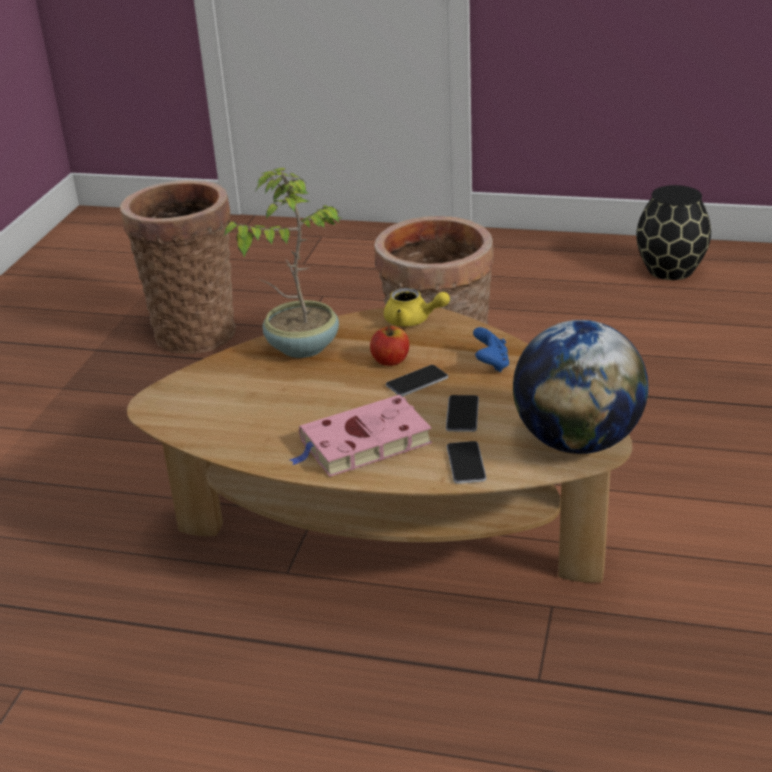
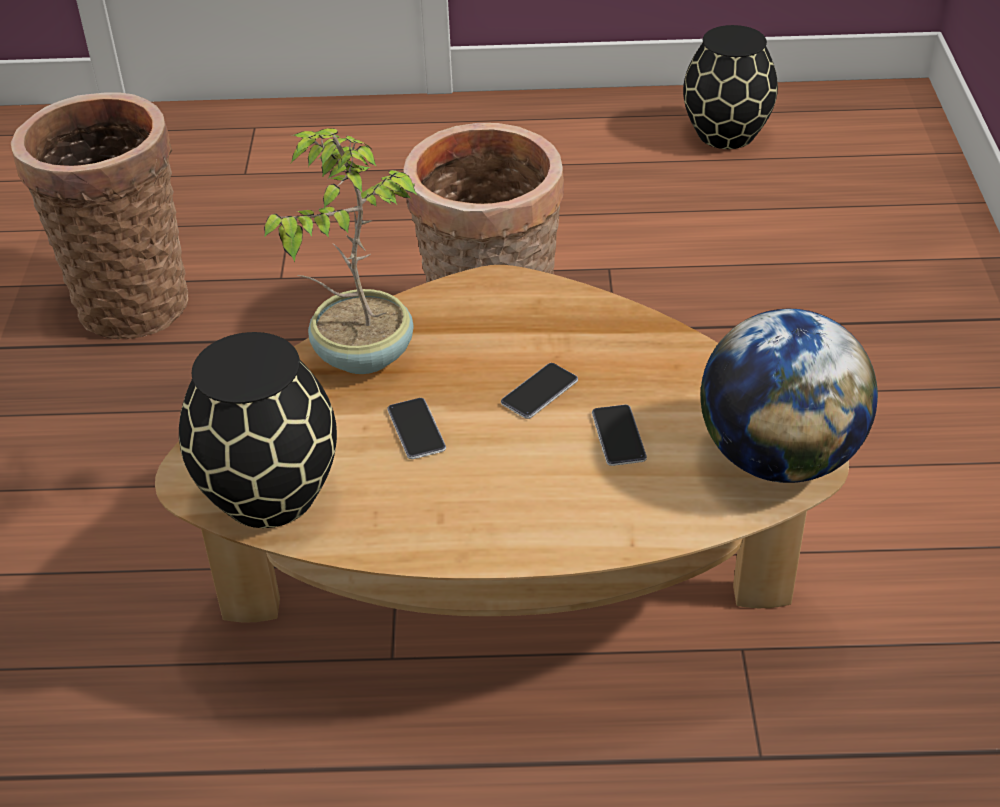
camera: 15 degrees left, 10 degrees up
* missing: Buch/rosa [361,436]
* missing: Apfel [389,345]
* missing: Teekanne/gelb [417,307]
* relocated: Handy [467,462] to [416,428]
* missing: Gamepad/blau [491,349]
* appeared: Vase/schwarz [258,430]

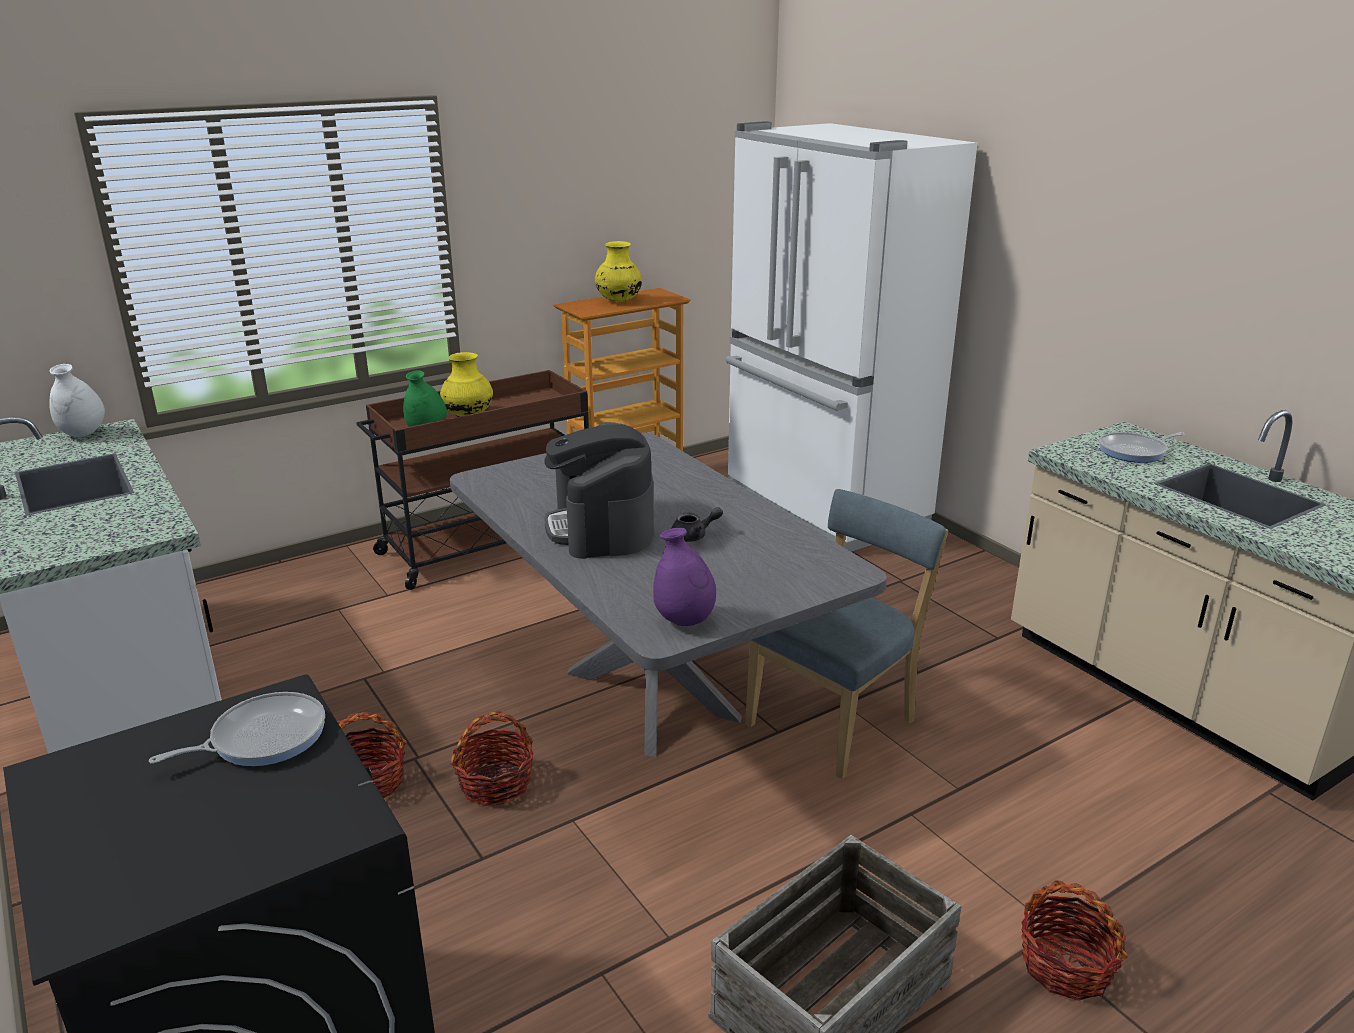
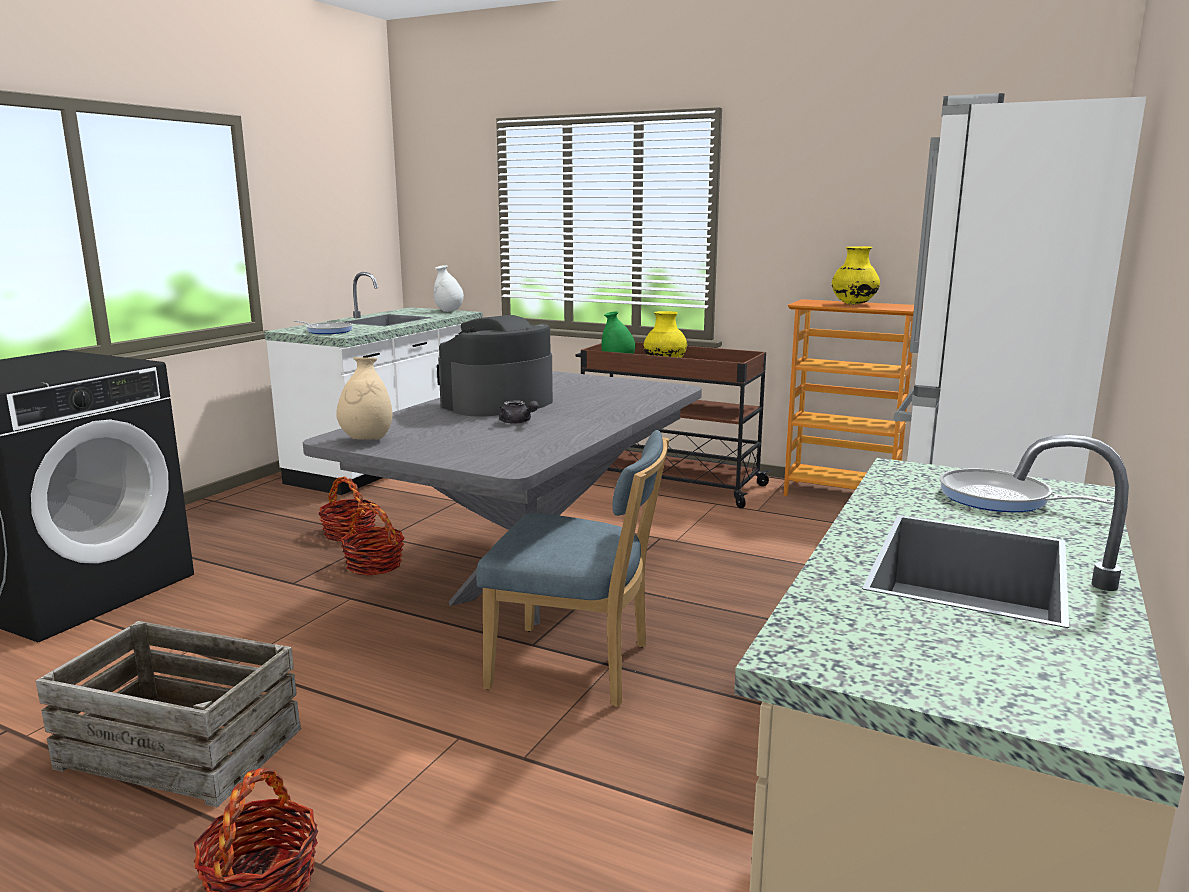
camera: 60 degrees right, 10 degrees down
* relocated: Pfanne [237,729] to [323,327]
* colour: Vase/lila [684,577] to Vase/beige [364,398]

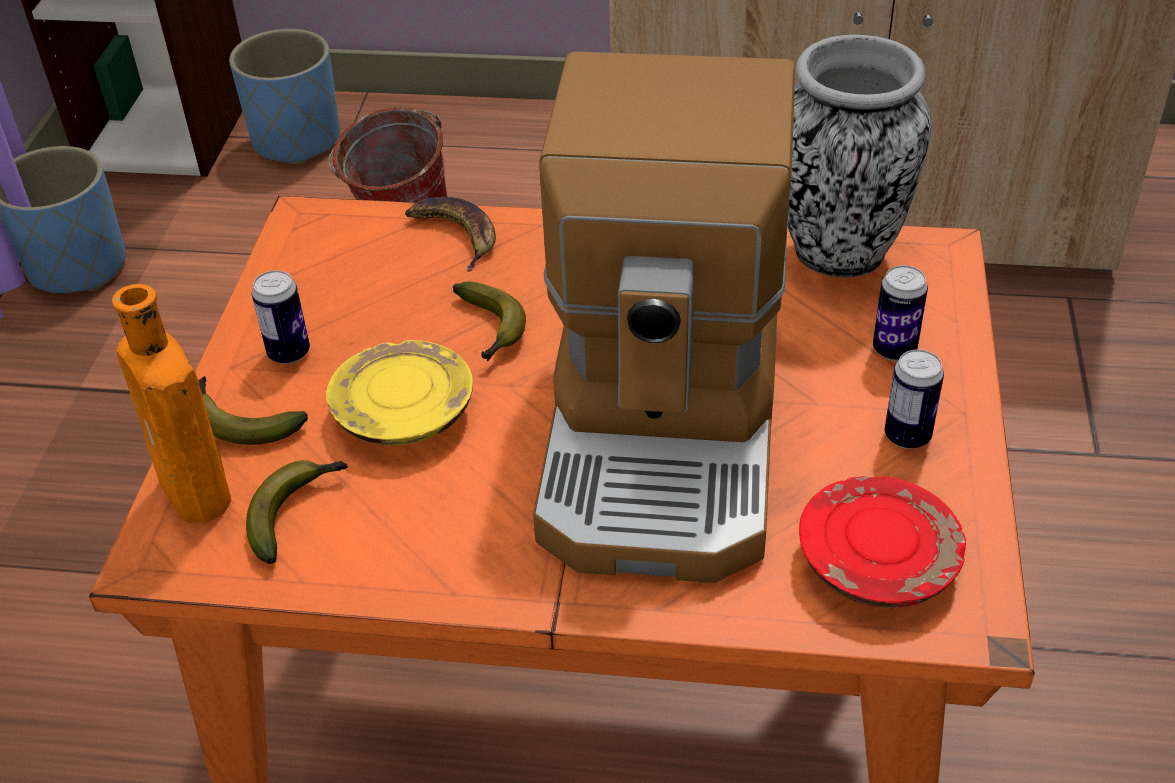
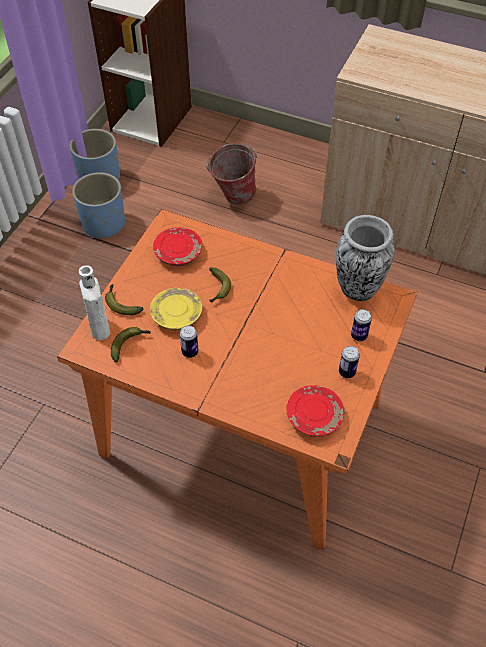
camera: 15 degrees right, 10 degrees up
* colour: Flasche/orange [171,403] to Flasche/weiß [94,302]
* relocated: Pflanzkübel/blau [284,96] to [98,205]
* relocated: Dose [281,317] to [189,341]
* missing: Banane [450,234]
* missing: Kaffeemaschine [664,317]
* appeared: Teller/rot [177,246]

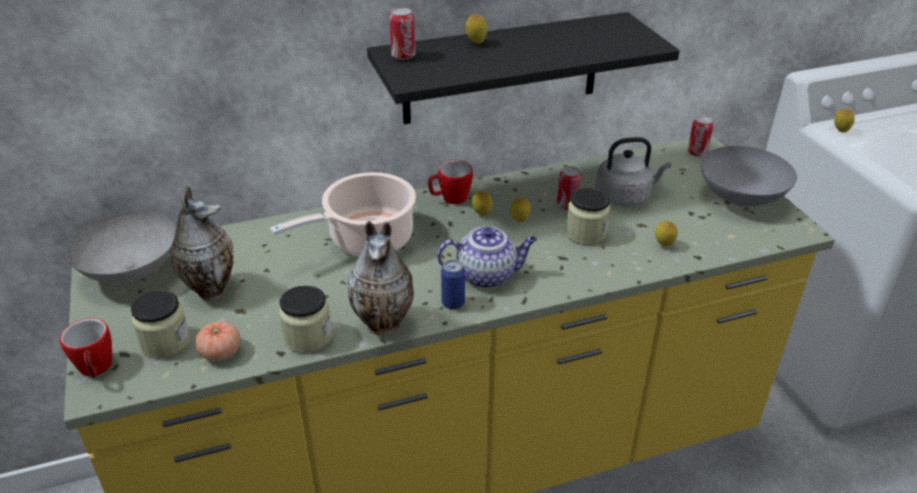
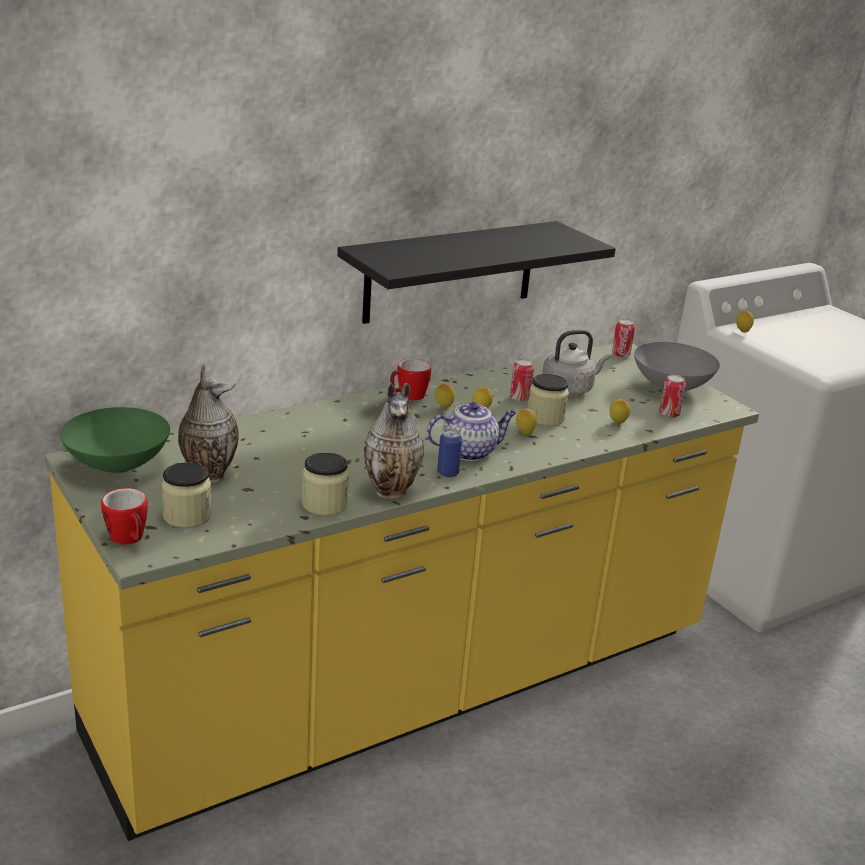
camera: 15 degrees left, 10 degrees down
* colour: Schüssel/grau [121,247] to Schüssel/grün [115,440]
* missing: Tomate [218,341]
* missing: Kochtopf [343,214]
* relocated: Dose [402,34] to [672,396]
* relocated: Zitrone [476,29] to [526,422]

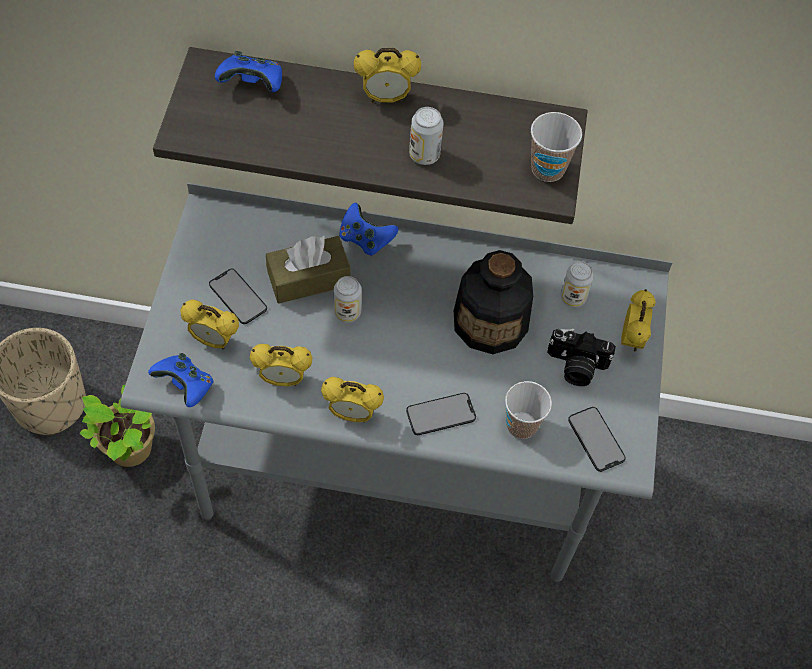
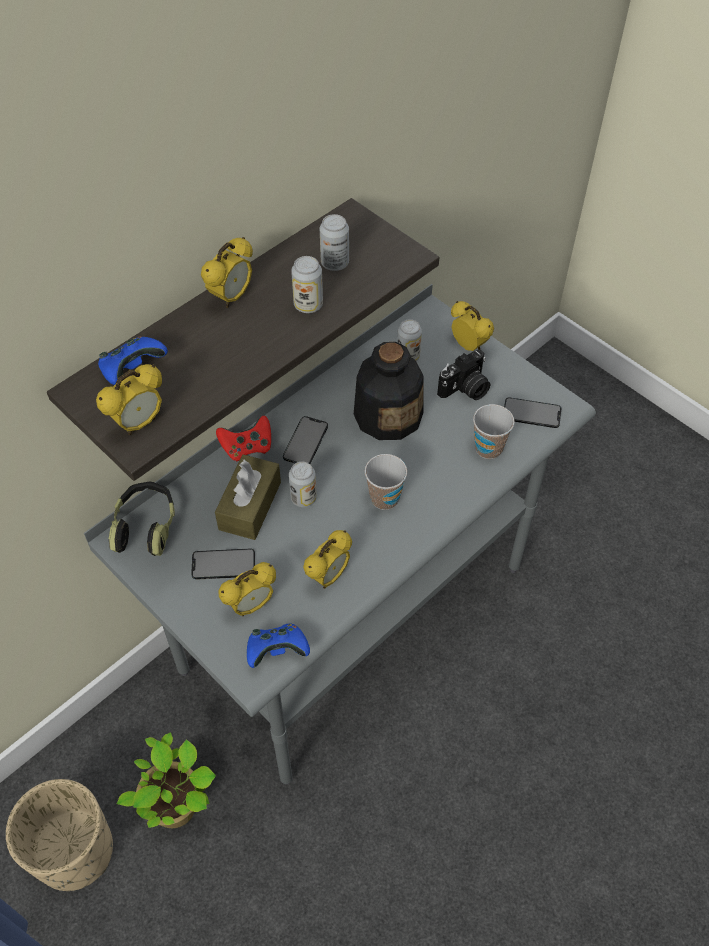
camera: 50 degrees left, 5 degrees down
* relocated: Wecker [352,399] to [129,399]
* colour: Gamepad/blau [368,229] to Gamepad/rot [243,438]
* relocated: Handy [441,414] to [305,440]
* relocated: Tasse [556,147] to [386,482]
* appeared: Kopfhörer [142,519]
* appeared: Dose [334,242]

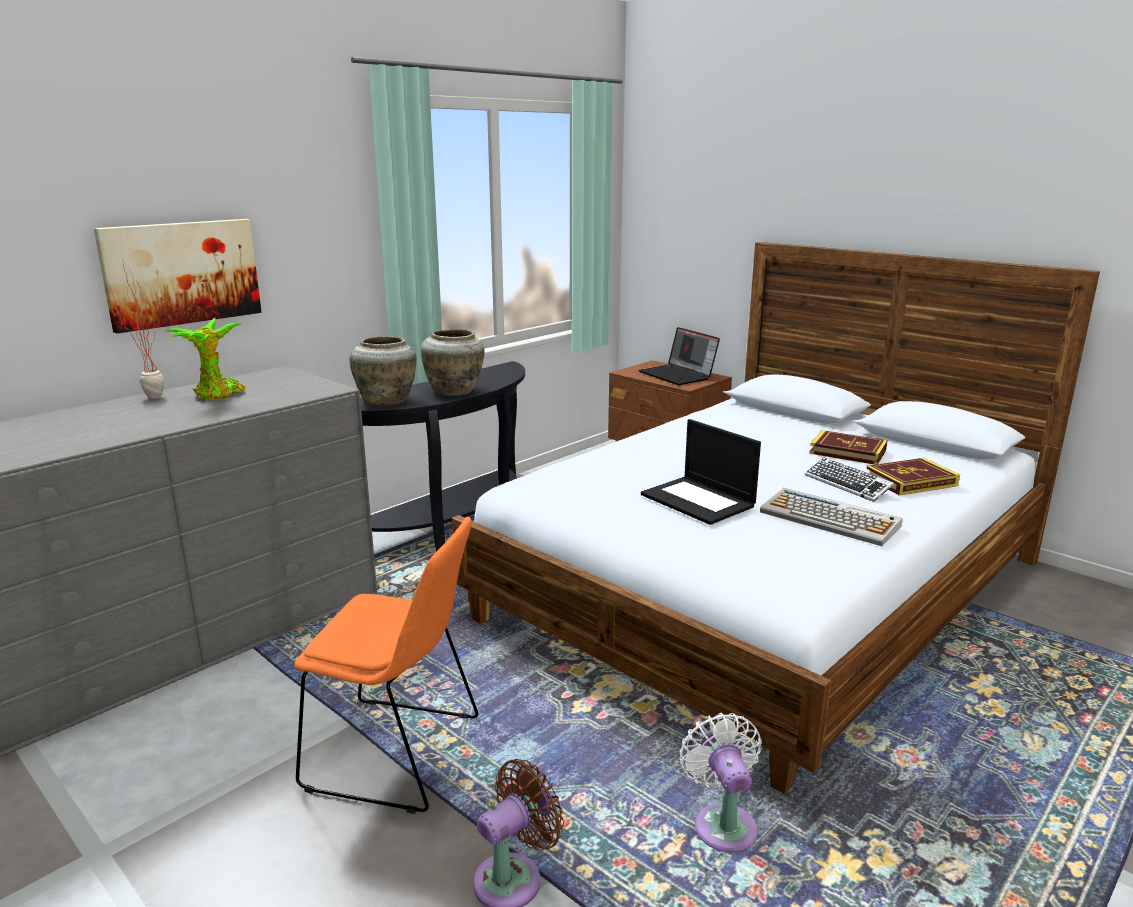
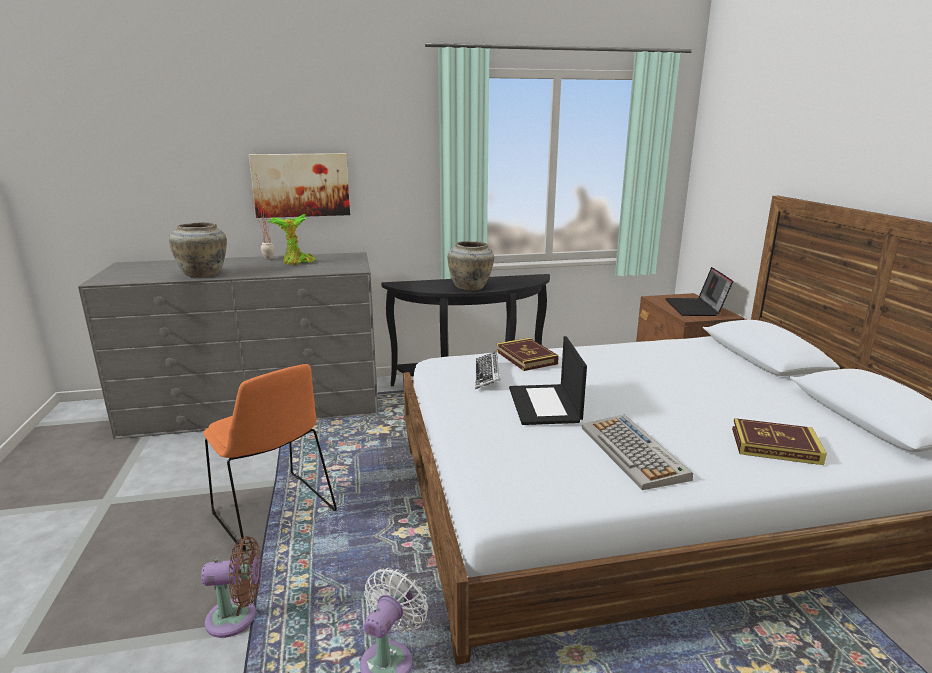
camera: 35 degrees right, 0 degrees up
* relocated: Vase/beige [383,371] to [198,250]
* relocated: Tastatur [849,480] to [487,370]
* relocated: Buch [848,447] to [527,354]

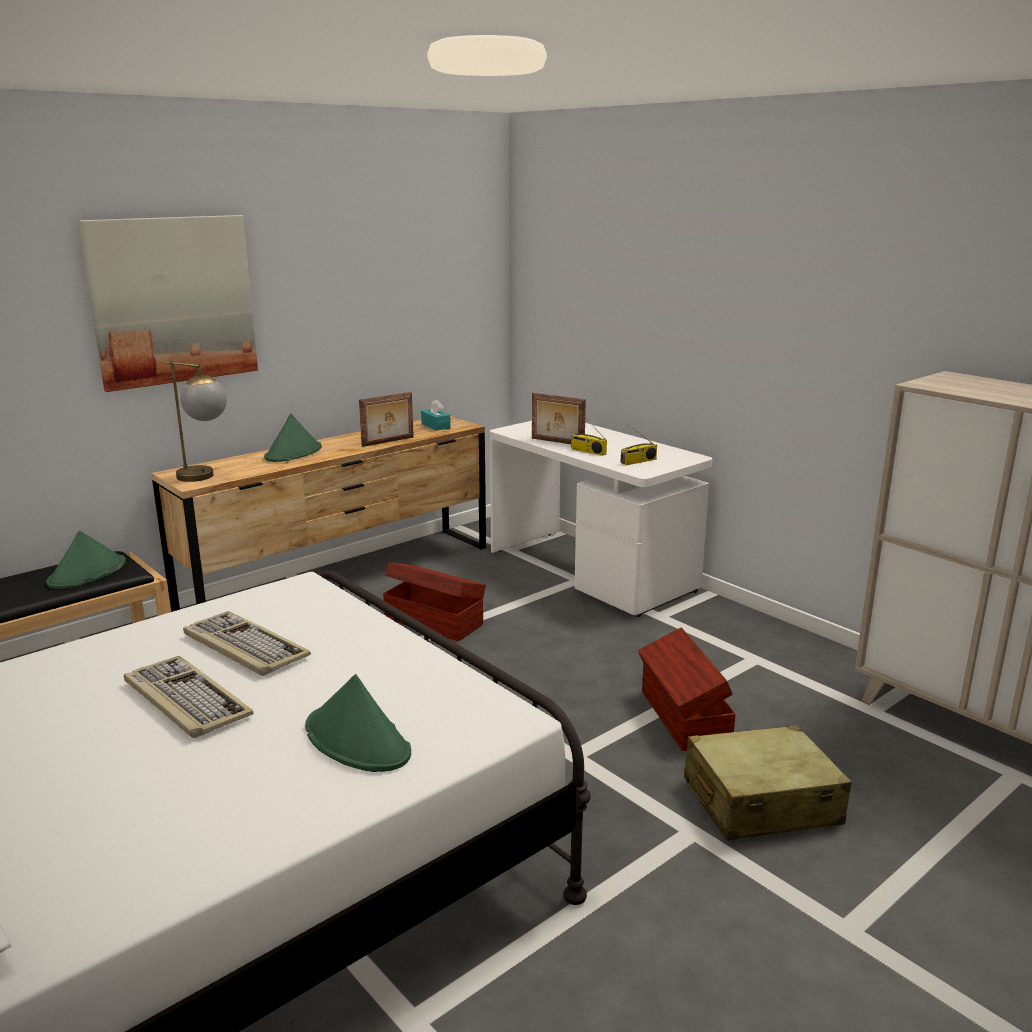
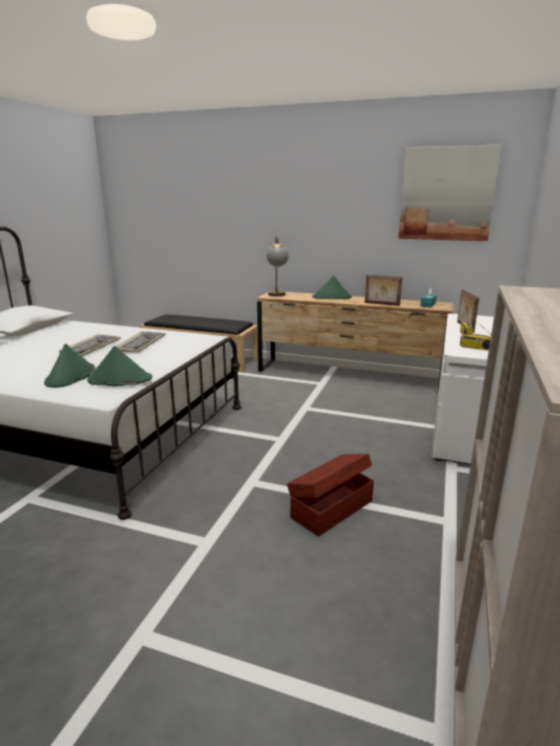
camera: 60 degrees right, 0 degrees up
* relocated: Hut/grün [86,560] to [119,366]
* relocated: Bild [168,303] to [450,192]
* missing: Aufbewahrungsbox/braun [434,601]
* missing: Koffer/beige [768,783]

